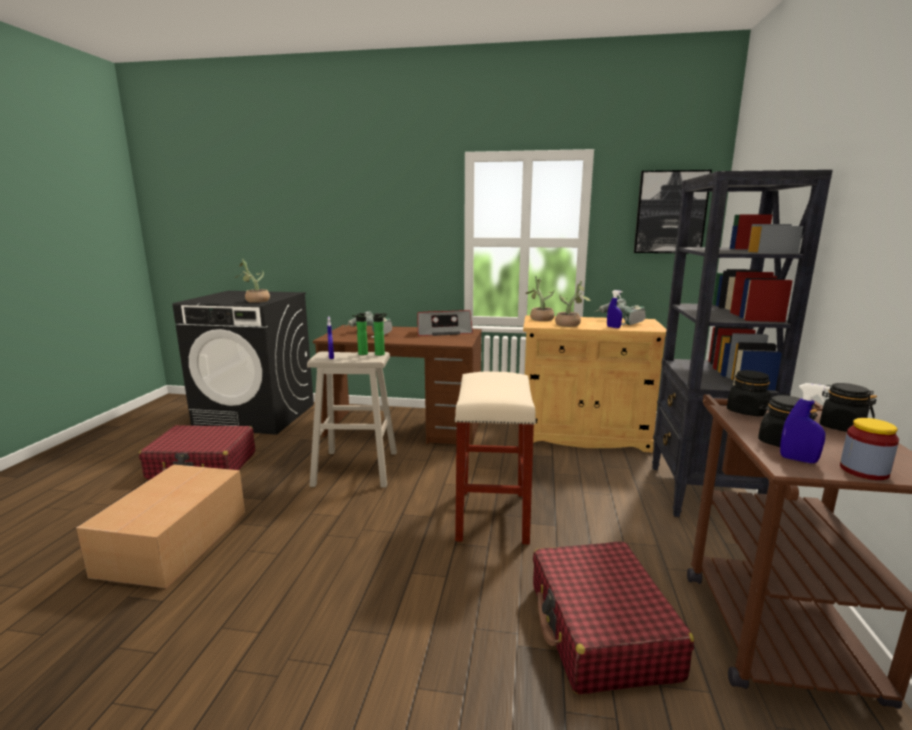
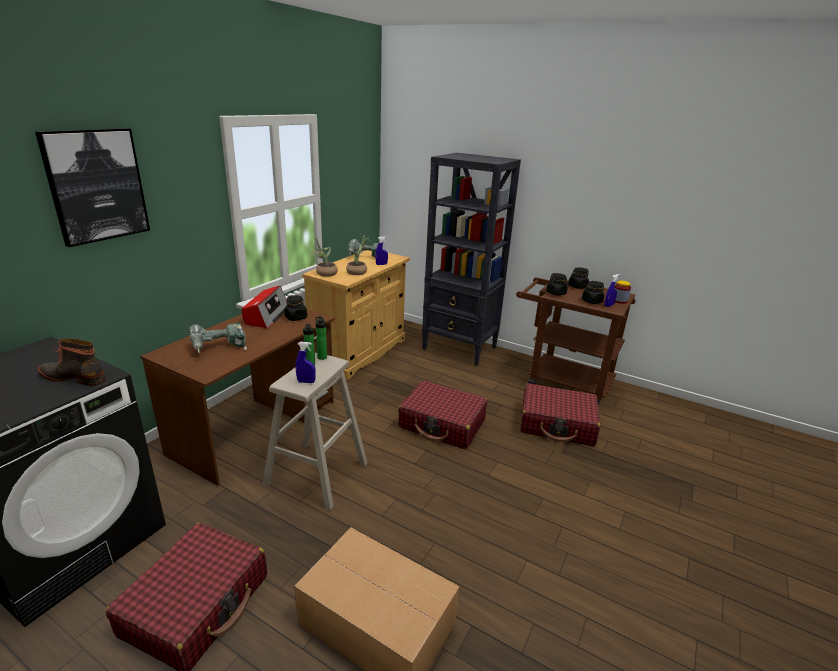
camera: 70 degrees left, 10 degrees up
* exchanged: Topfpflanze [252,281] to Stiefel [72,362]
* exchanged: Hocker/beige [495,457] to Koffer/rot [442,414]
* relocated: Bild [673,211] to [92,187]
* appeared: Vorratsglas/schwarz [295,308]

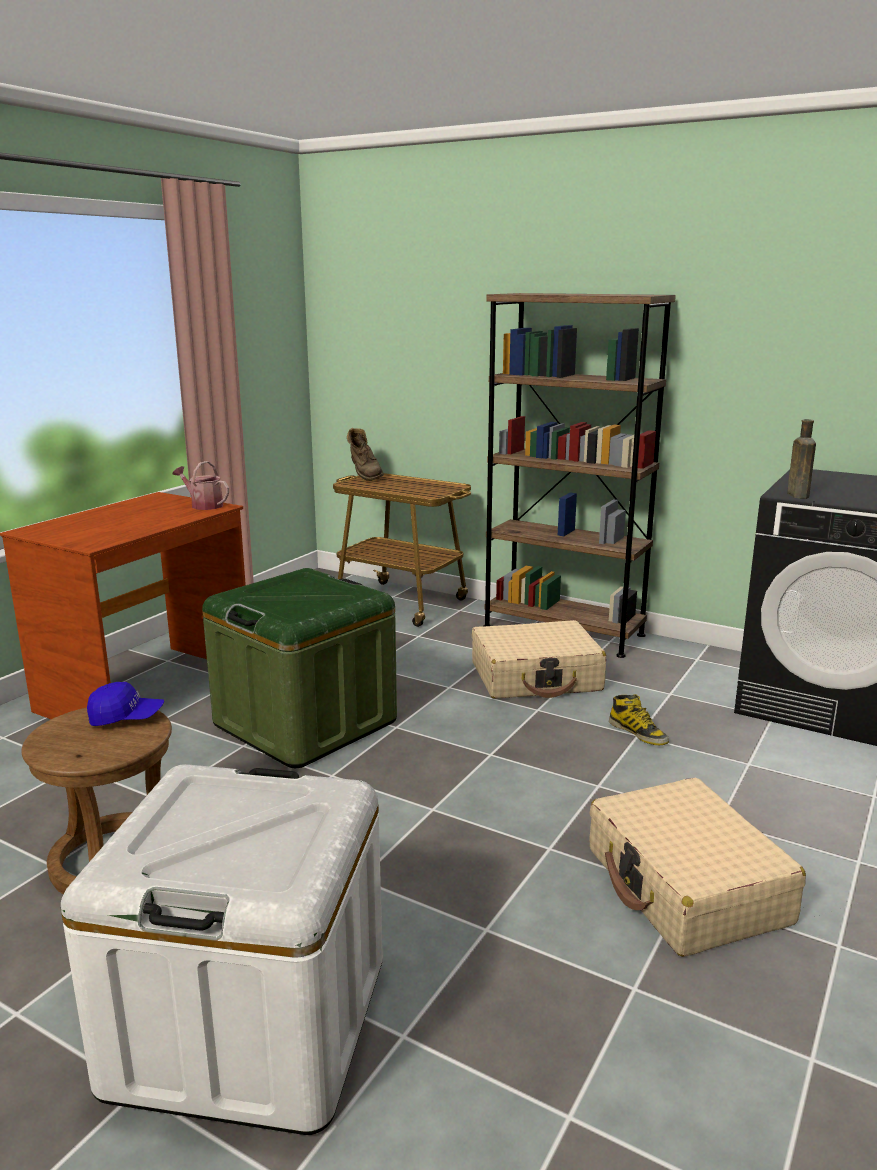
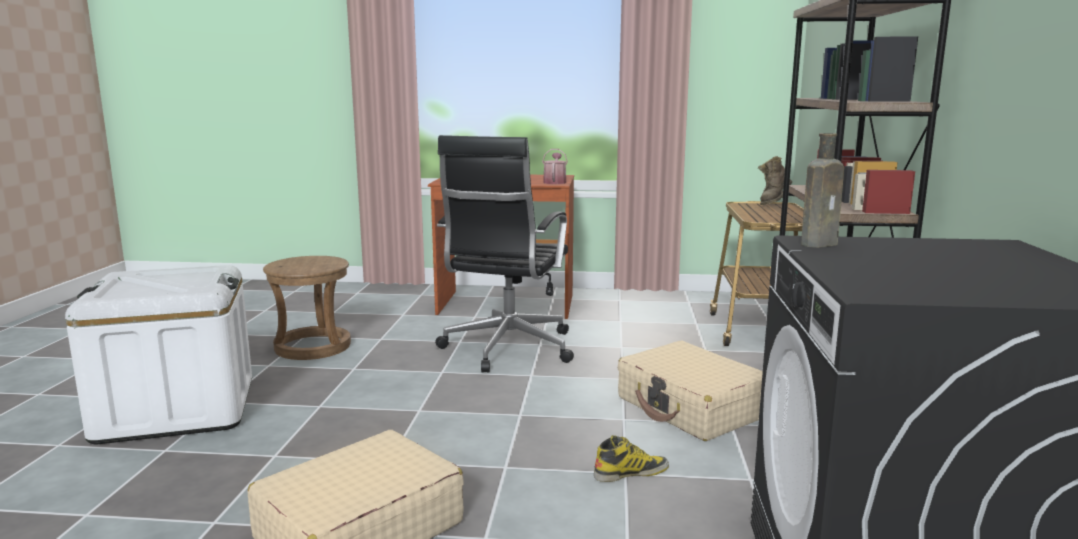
camera: 65 degrees right, 5 degrees down
* missing: Kappe/blau [125,704]
* exchanged: Aufbewahrungsbox/grün [299,668] to Bürostuhl/schwarz [504,253]
* spun: Stiefel [639,719] = [631,458] 135 degrees counterclockwise

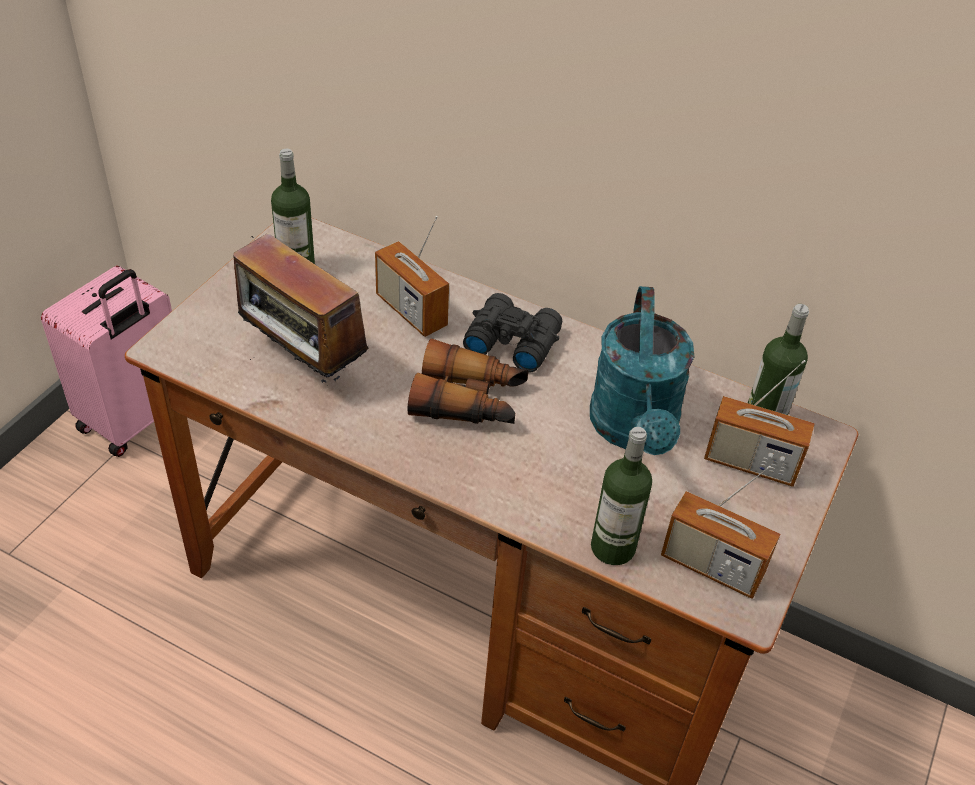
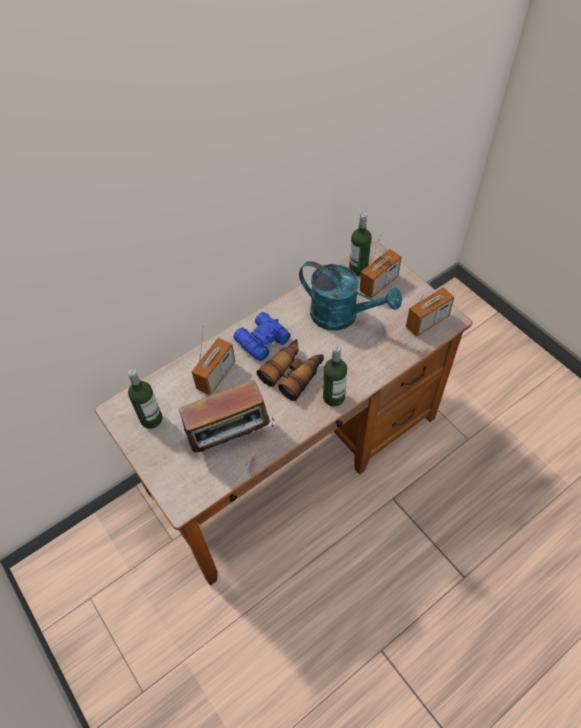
camera: 60 degrees left, 10 degrees up
* missing: Koffer/rosa [106,361]
* spun: Radio [412,276] = [213,359] 45 degrees counterclockwise
* colour: Fernglas/schwarz [512,333] to Fernglas/blau [262,336]
* relocated: Flasche [621,496] to [335,376]

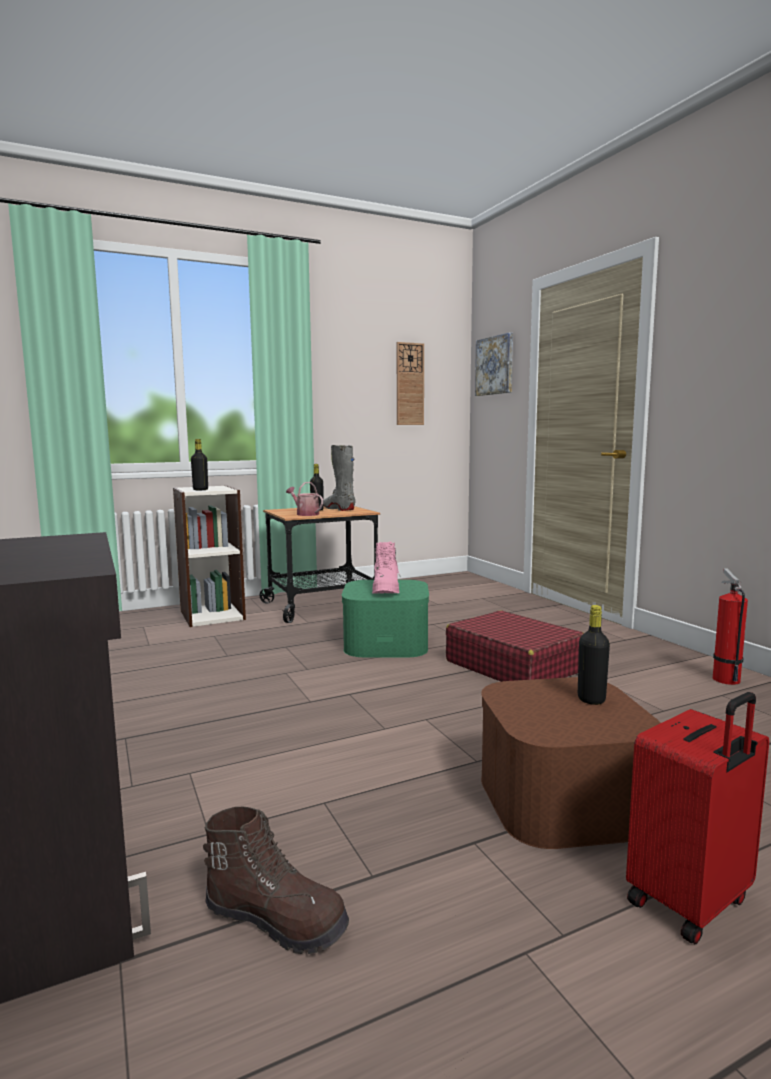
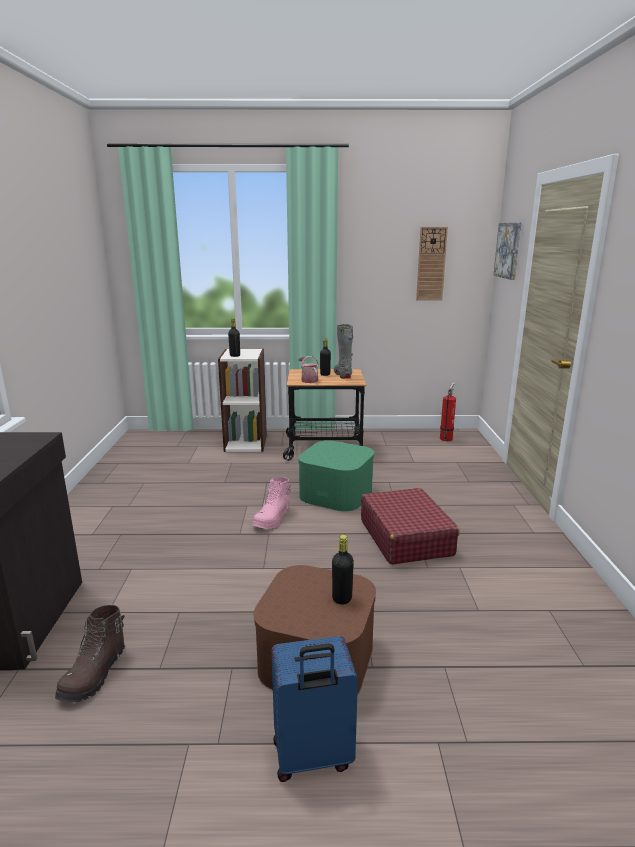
camera: 25 degrees right, 10 degrees up
* spun: Stiefel/braun [276,880] = [90,653] 60 degrees clockwise
* relocated: Stiefel/rosa [386,568] to [272,503]
* colour: Koffer/rot [697,818] to Koffer/blau [314,709]
* relocated: Feuerlöscher [730,627] to [448,412]

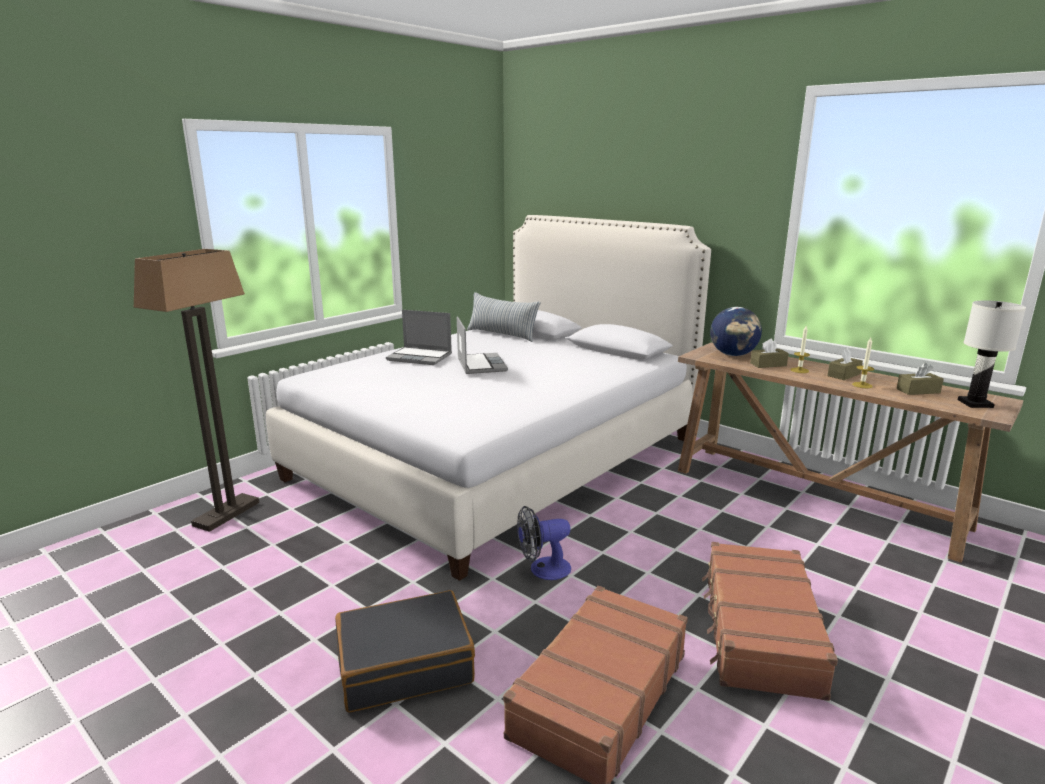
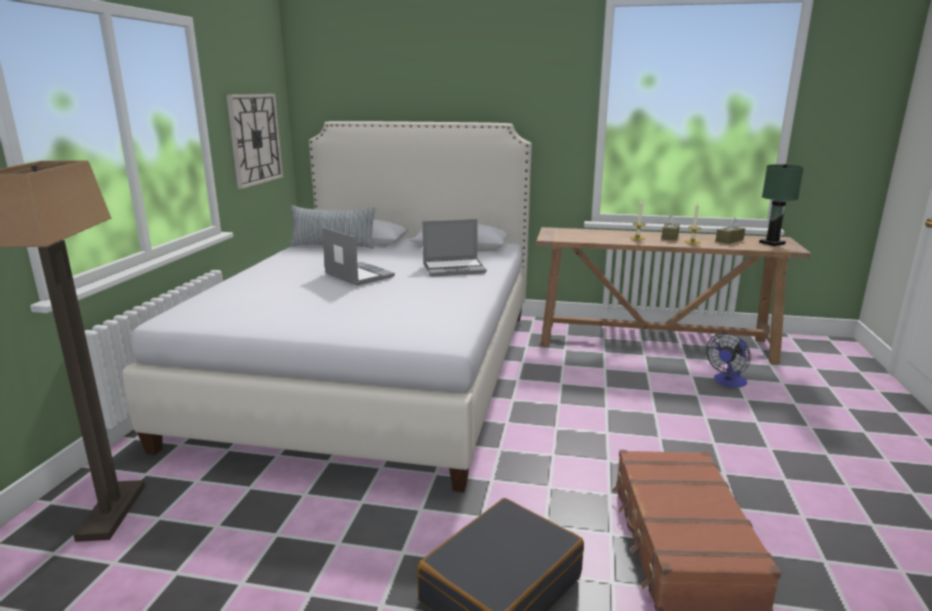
camera: 30 degrees left, 0 degrees up
* relocated: Laptop [419,337] to [454,248]
* relocated: Ventilator [544,543] to [728,360]
* missing: Koffer/braun [770,621]
* missing: Globus [736,331]
* missing: Taschentuchbox/braun [769,353]
* colour: Tischlampe/weiß [992,354] to Tischlampe/grün [781,205]
* appeared: Wanduhr [254,141]

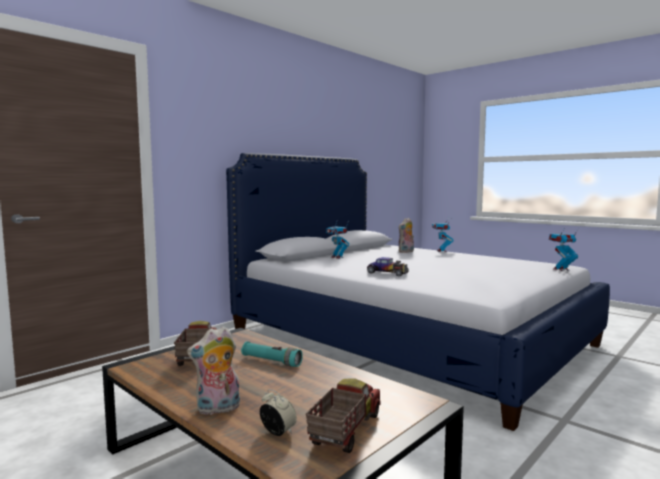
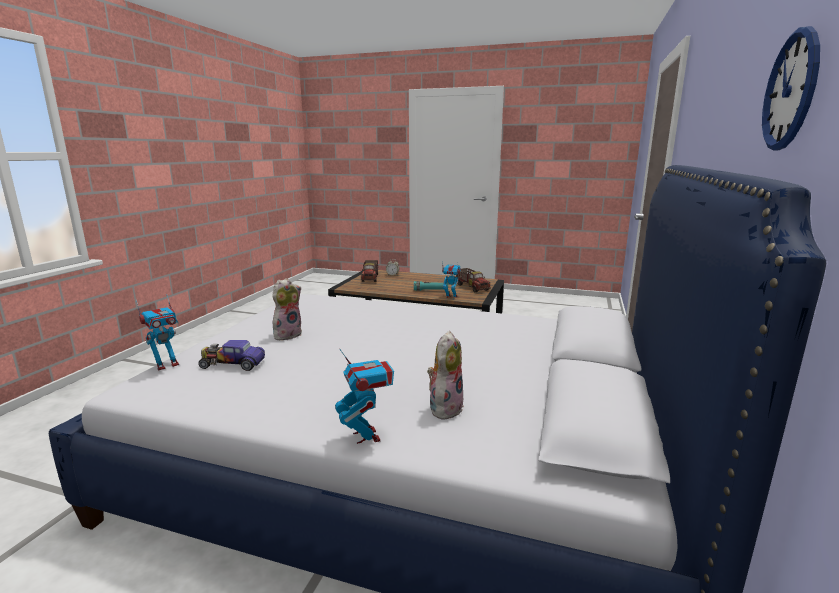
camera: 155 degrees right, 10 degrees up
* relocated: Plüschtier [213,370] to [287,309]
* relocated: Spielzeugroboter [337,240] to [451,280]
* relocated: Spielzeugauto [388,266] to [231,355]
* appeared: Wanduhr [791,88]

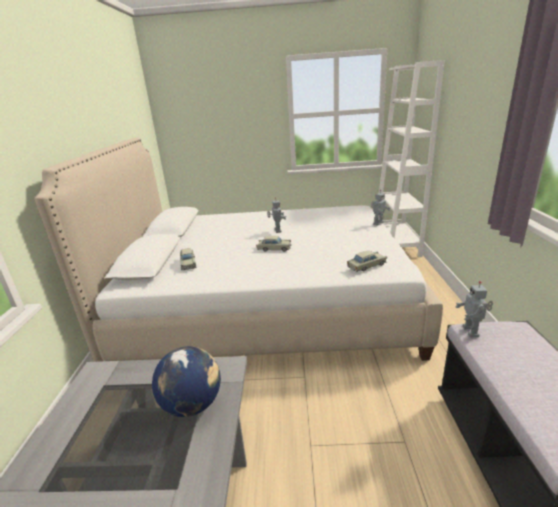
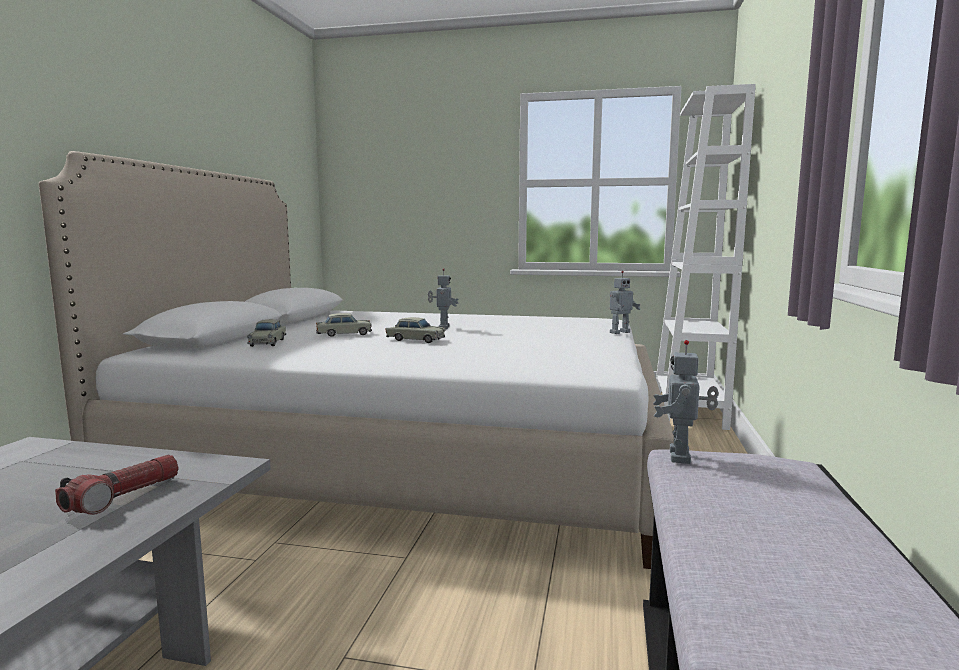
camera: 10 degrees right, 15 degrees down
* exchanged: Globus [186,381] to Taschenlampe [117,485]
* relocated: Spielzeugauto/beige [367,261] to [344,325]

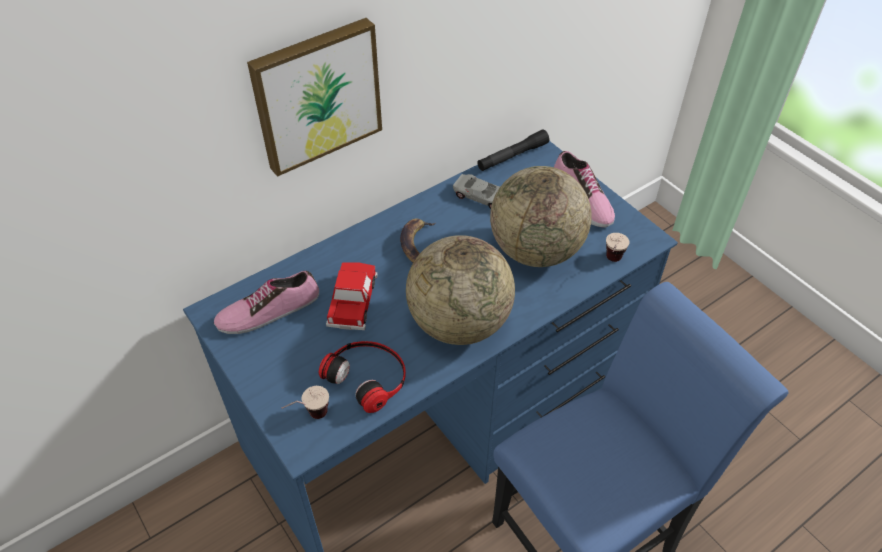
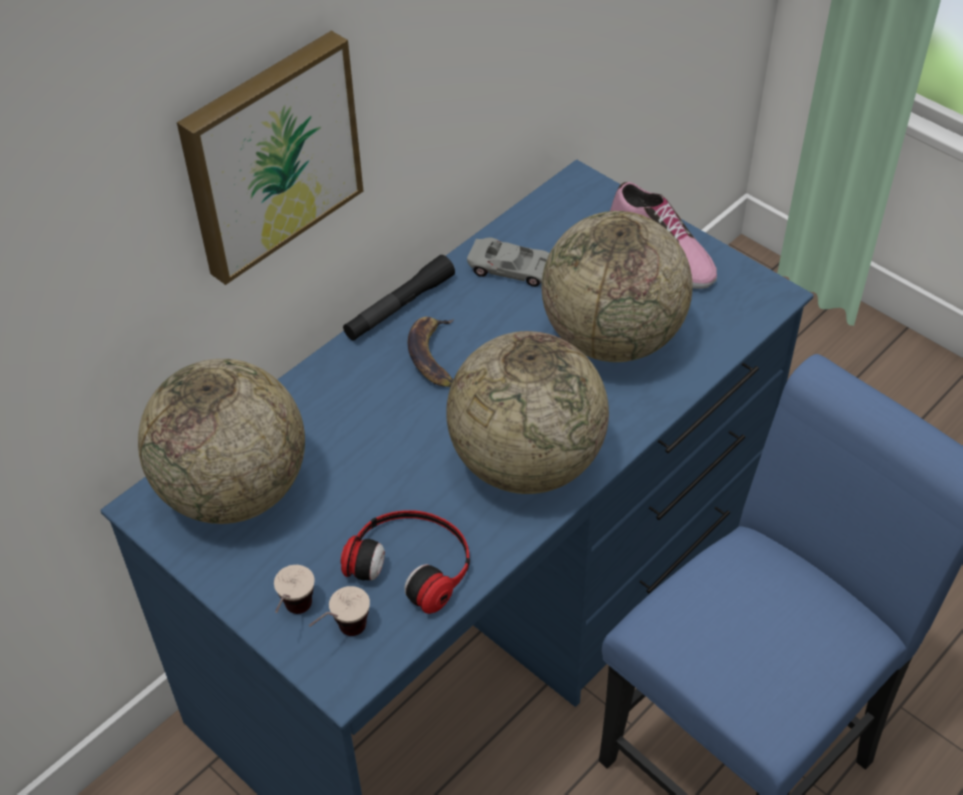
camera: 10 degrees left, 0 degrees up
* exchanged: Schuh [266,302] to Globus [221,441]
* missing: Spielzeugauto [352,296]
* relocated: Taschenlampe/schwarz [513,150] to [399,298]
* relocated: Tasse [618,247] to [294,589]

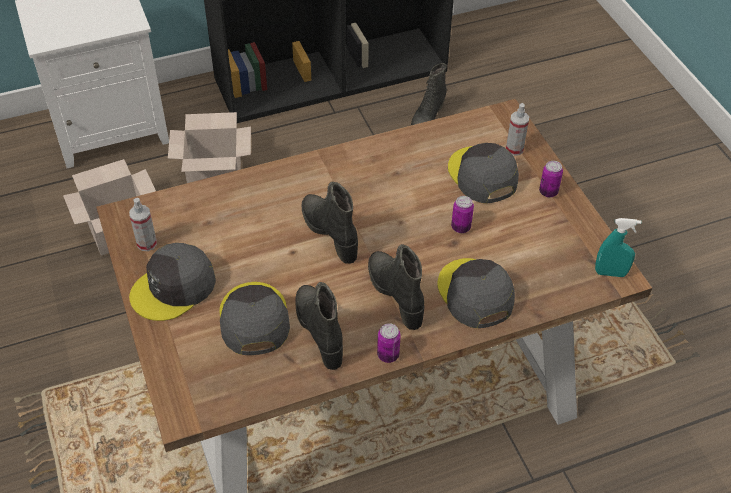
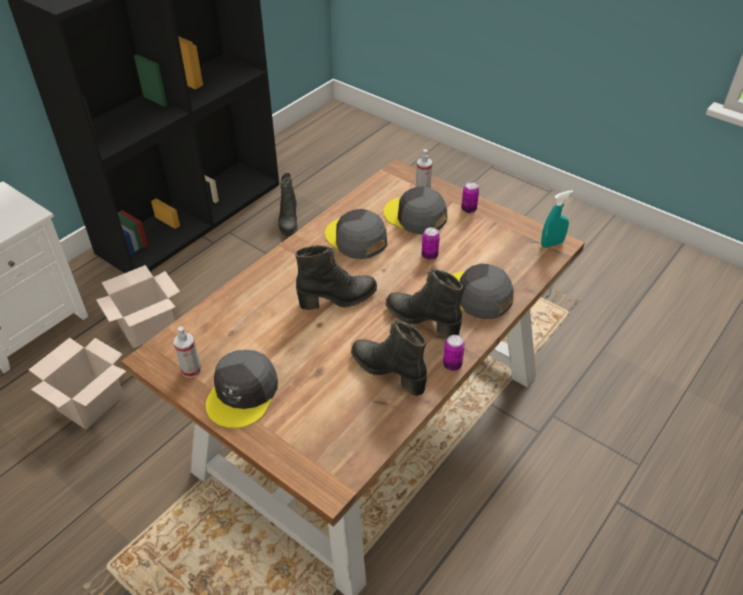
camera: 30 degrees left, 5 degrees down
* relocated: Kappe/grau [254,318] to [356,234]
* spun: Stiefel/schwarz [330,223] = [336,277] 135 degrees clockwise

